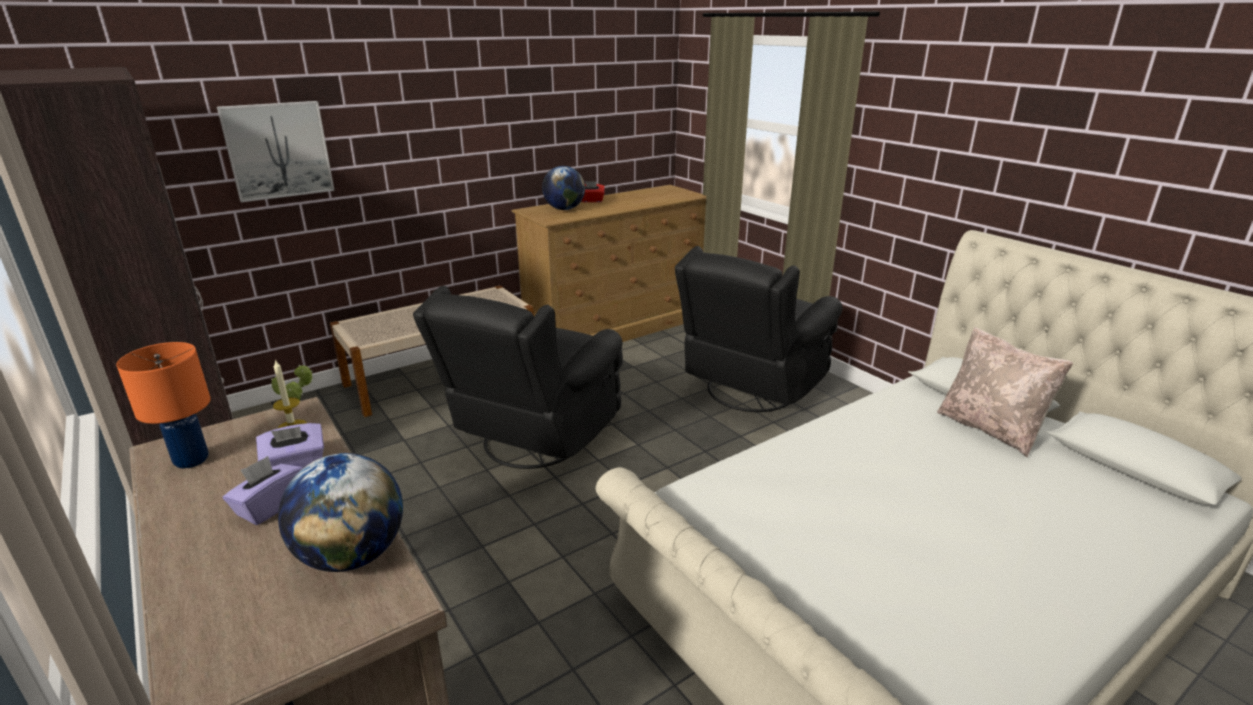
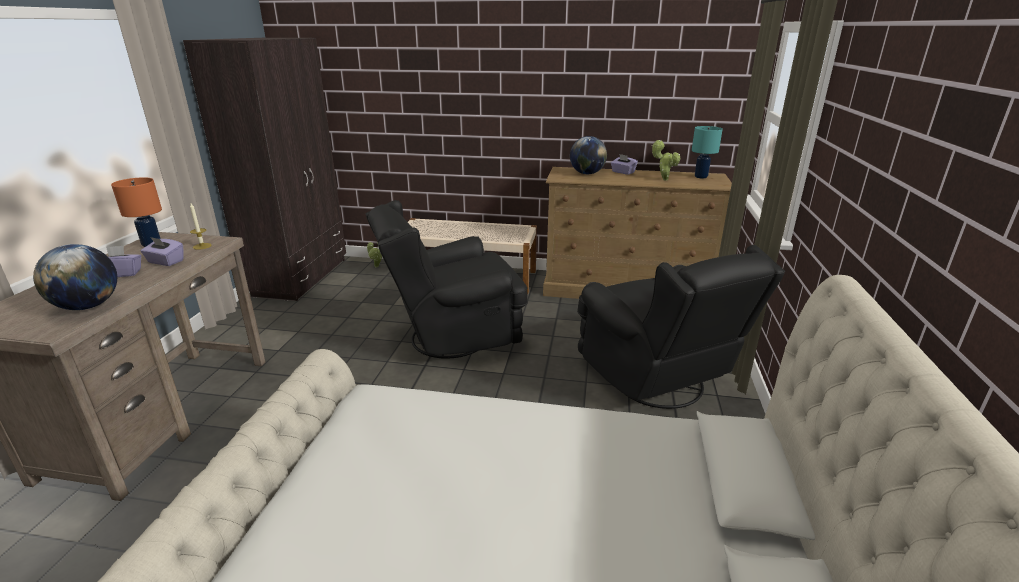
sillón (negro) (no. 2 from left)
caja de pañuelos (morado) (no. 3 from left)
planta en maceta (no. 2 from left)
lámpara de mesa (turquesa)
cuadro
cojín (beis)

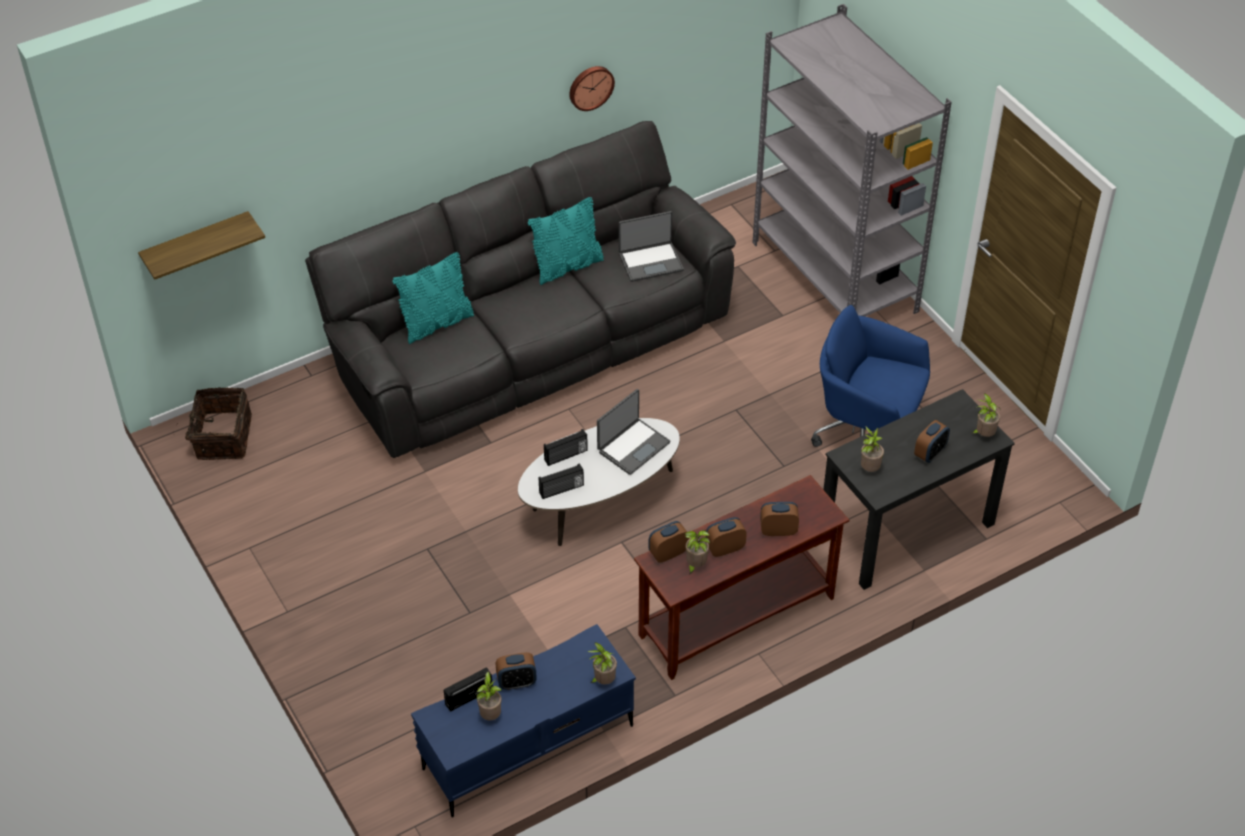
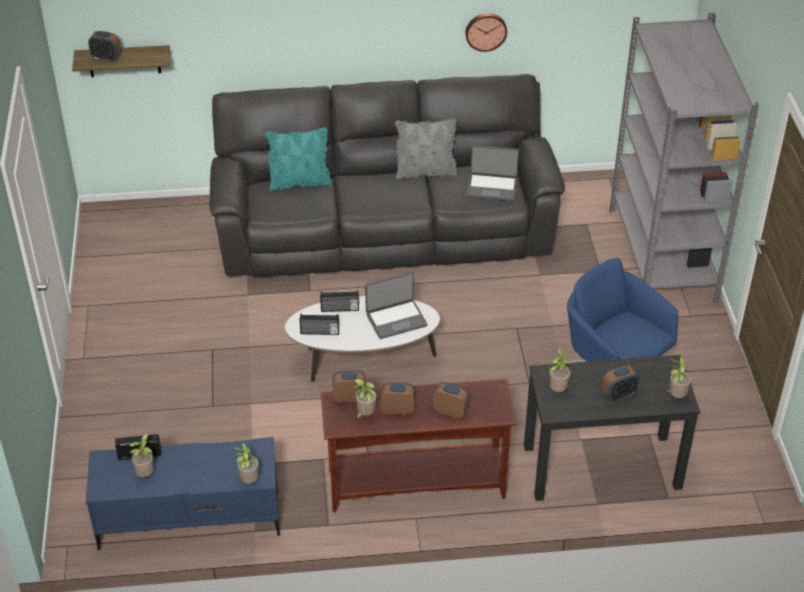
despertador (no. 1 from left)
cojín (gris)
cesta

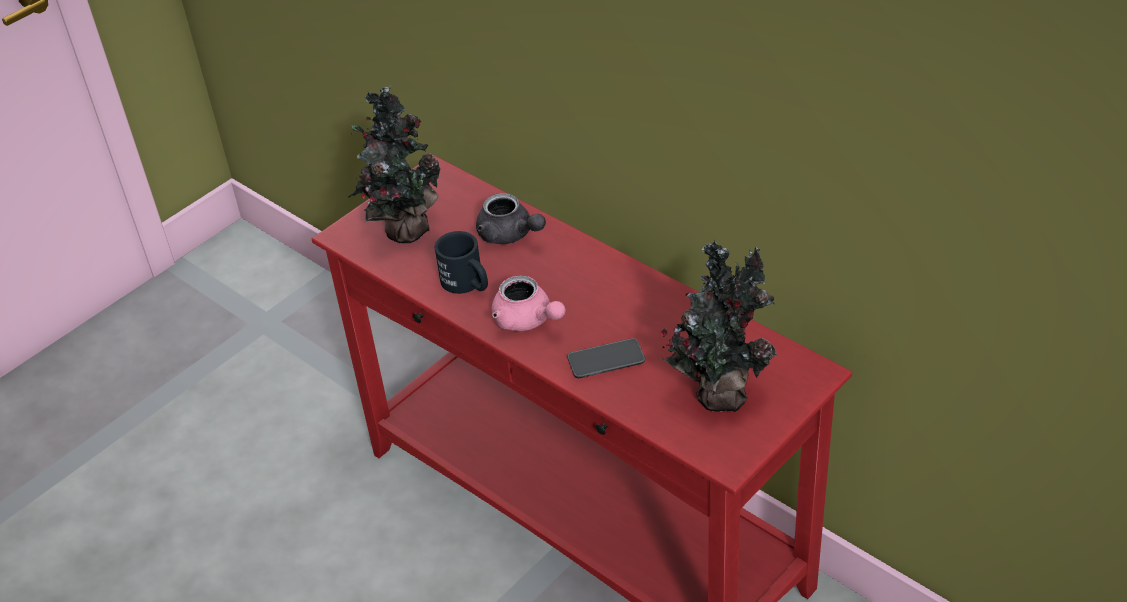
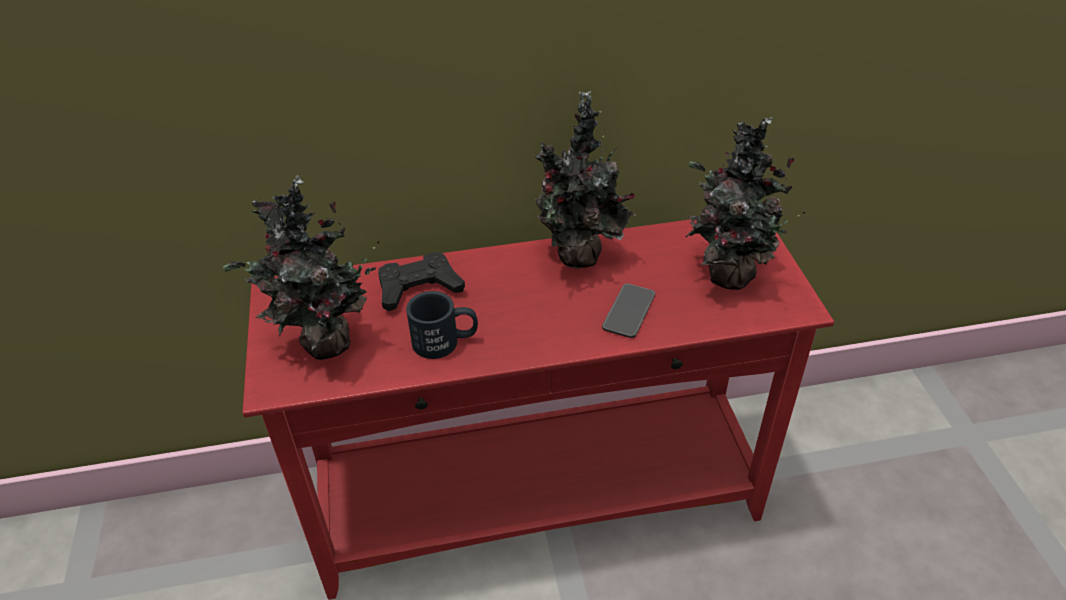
mando de consola (negro)
planta en maceta (no. 2 from left)
tetera (rosa)

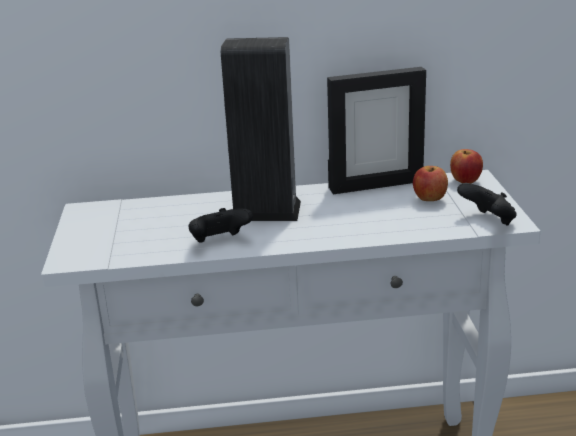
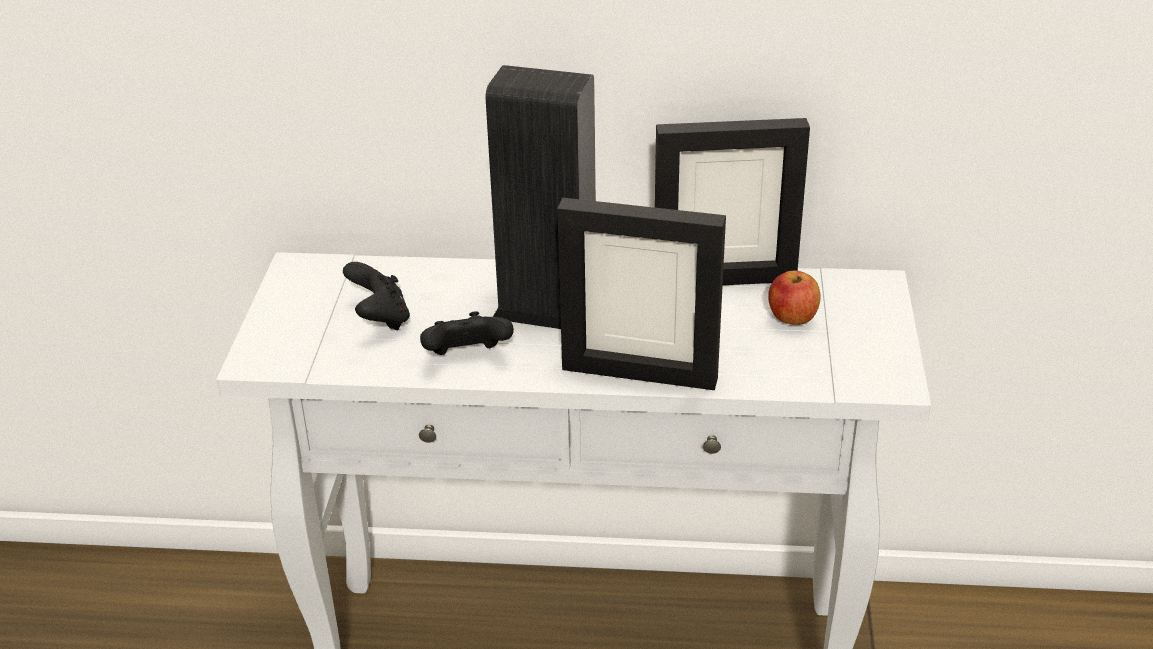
mando de consola (negro) (no. 1 from left)
portarretratos (no. 1 from left)
manzana (no. 2 from left in the first image)

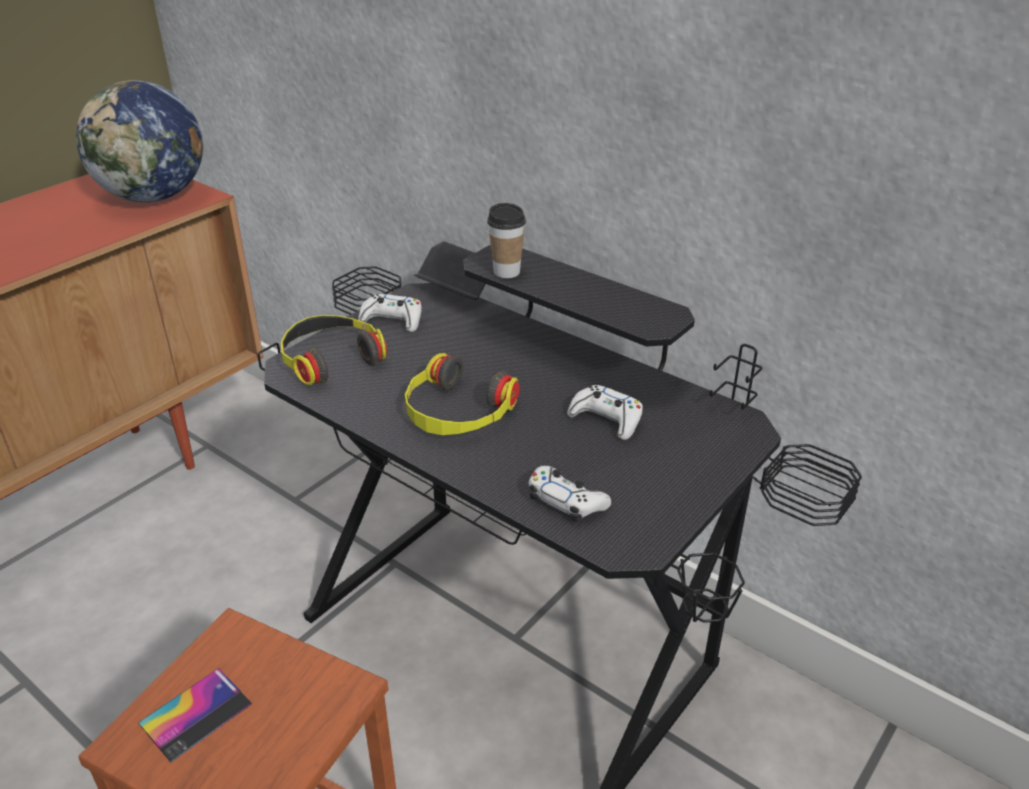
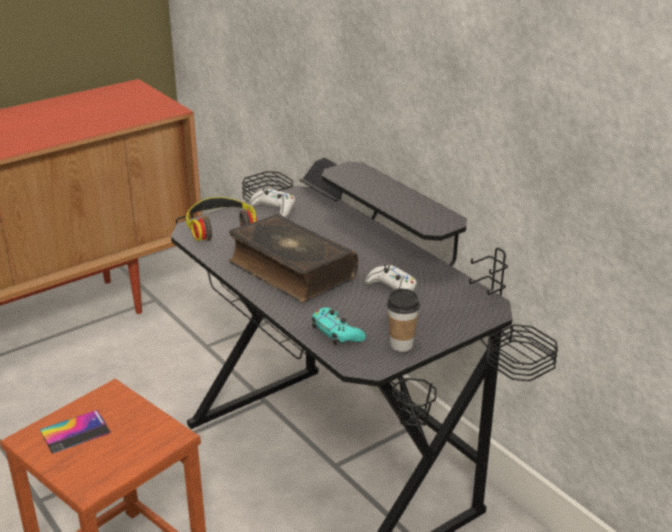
libro
mando de consola (turquesa)
taza
globo terráqueo

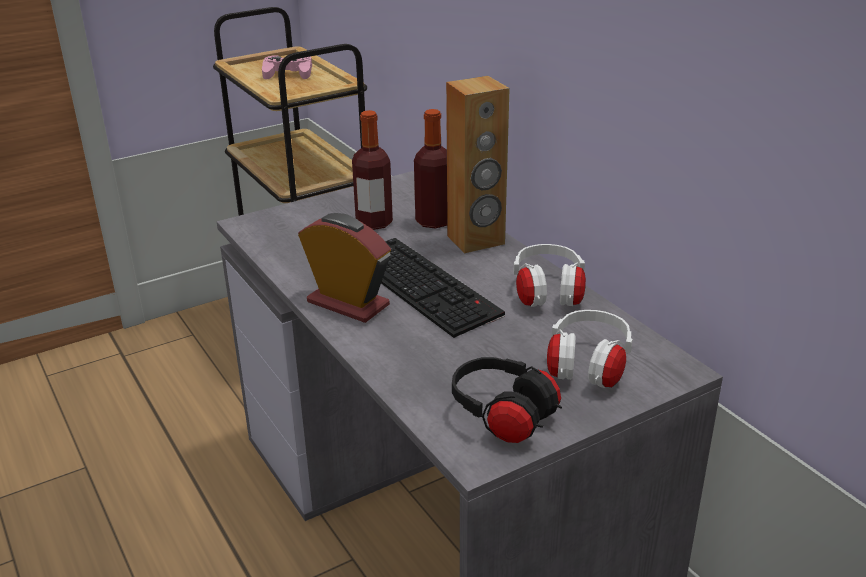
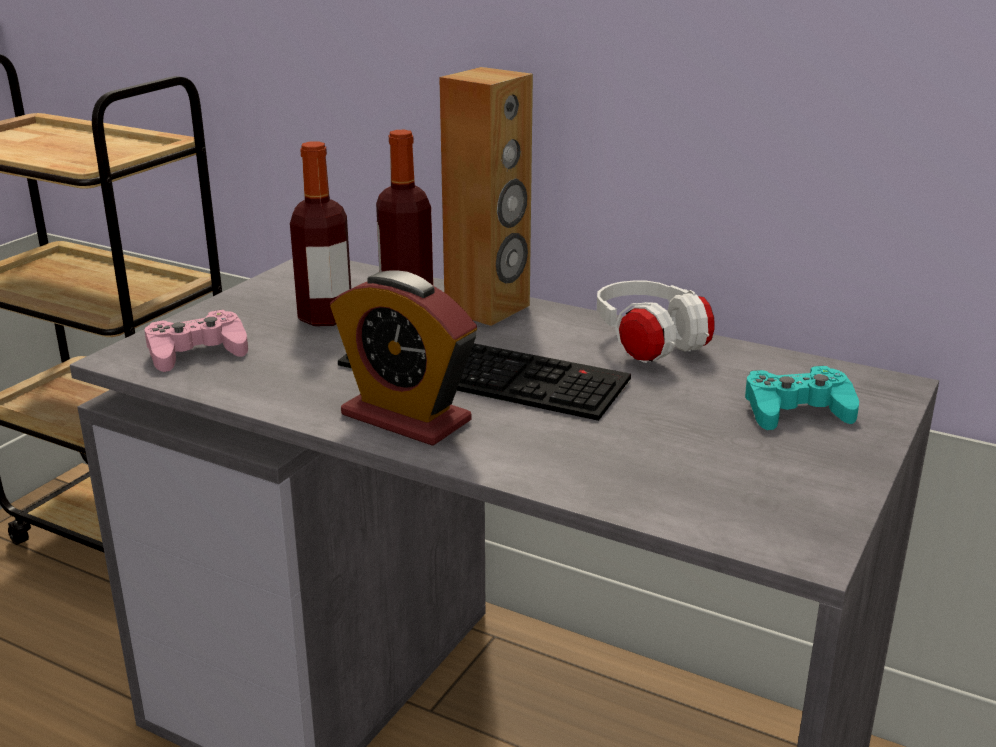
mando de consola (rosa)
despertador
mando de consola (turquesa)
auriculares (negro)

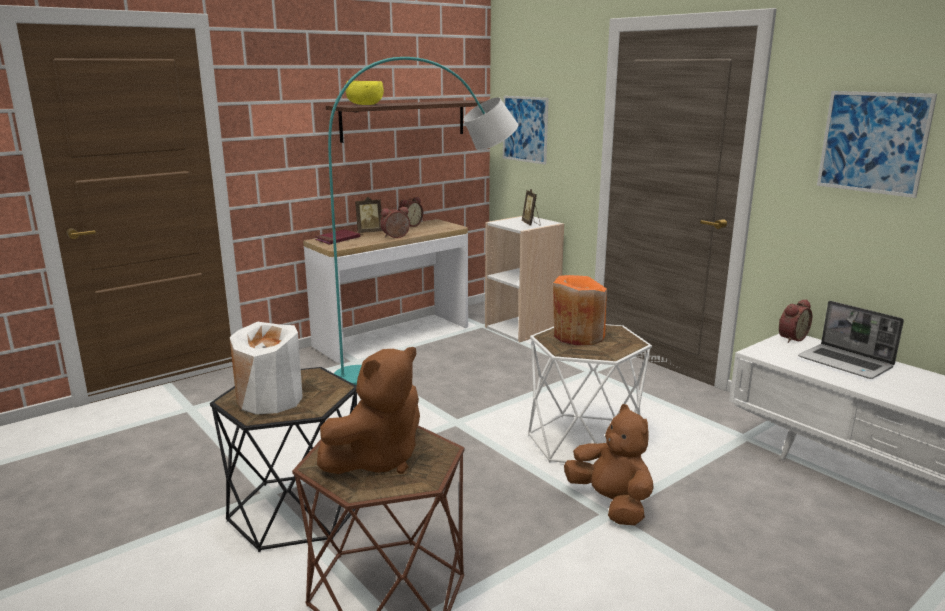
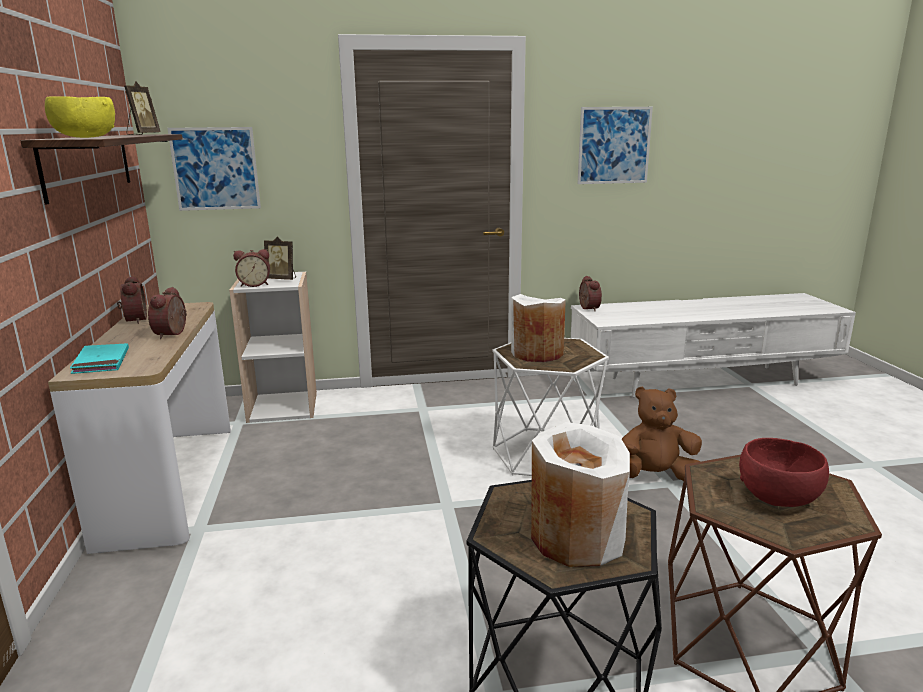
libro (turquesa)
portarretratos (no. 1 from left)
despertador (no. 3 from left)
florero (blanco) (no. 1 from left)
cuenco (rojo)
lámpara de pie (turquesa)
portátil

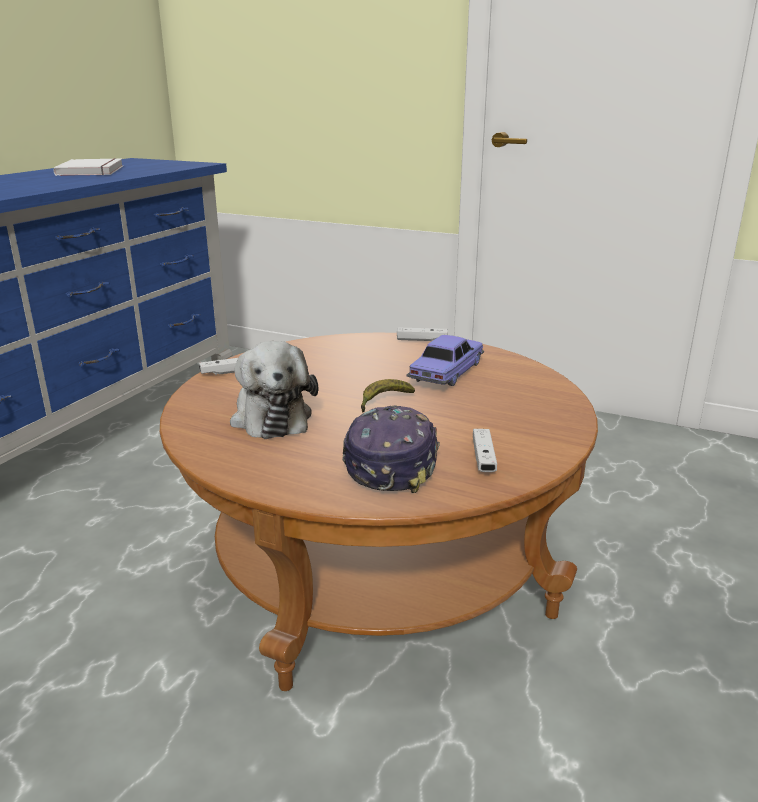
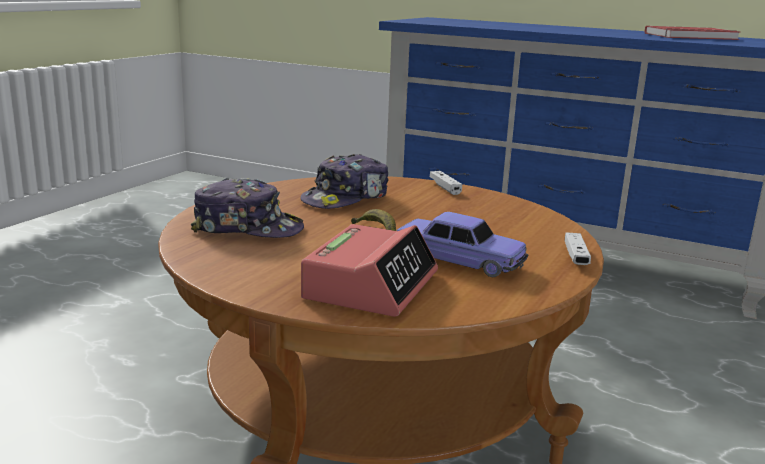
gorra (no. 2 from left)
despertador
libro (rojo)
mando de consola (blanco) (no. 3 from left in the first image)

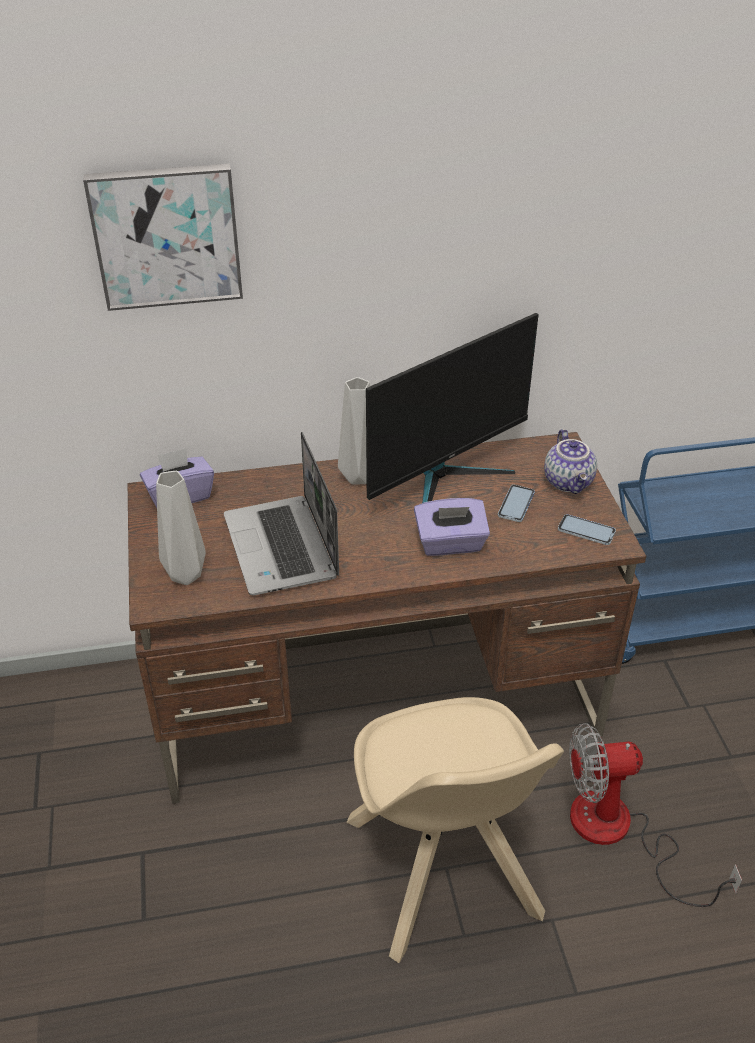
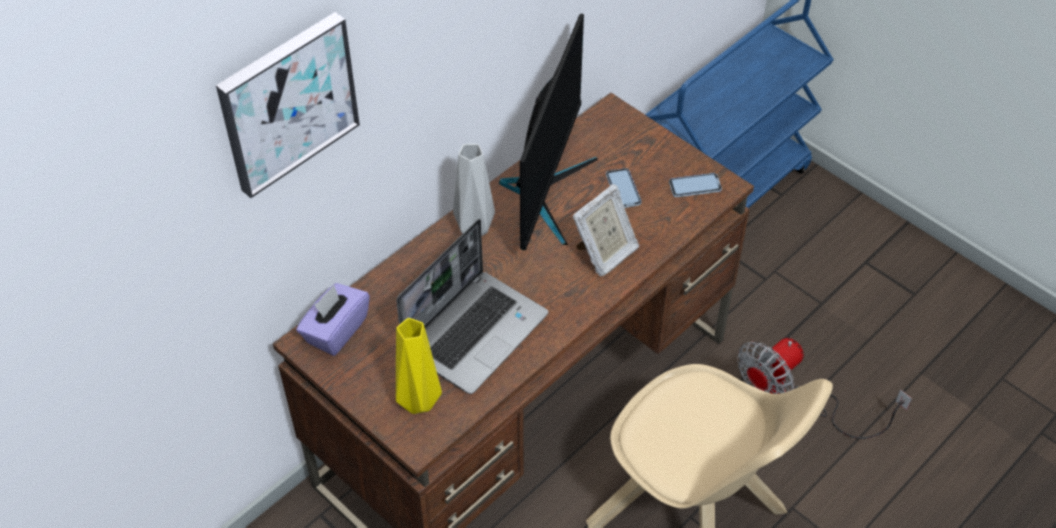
portátil
florero (amarillo)
portarretratos
tetera

